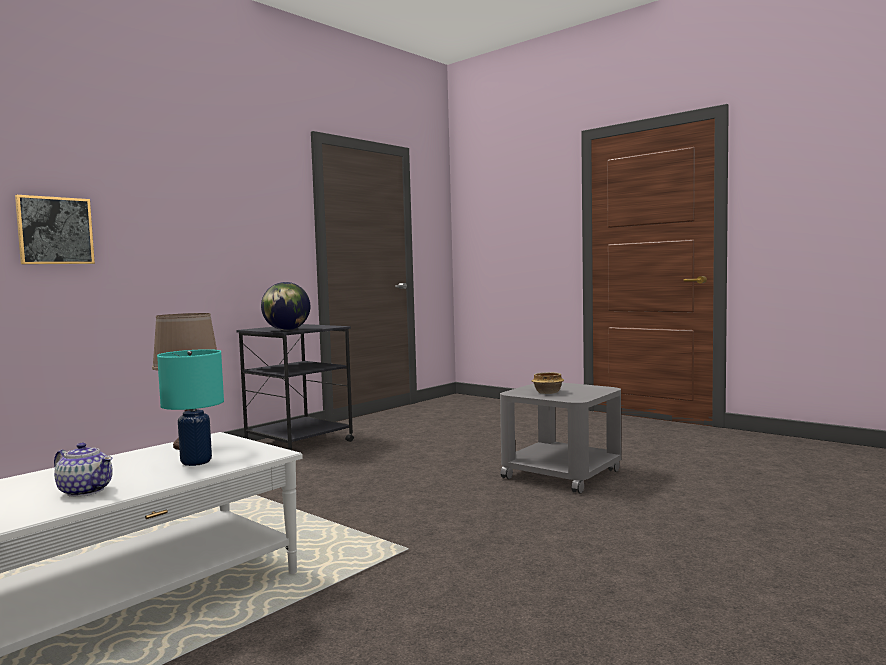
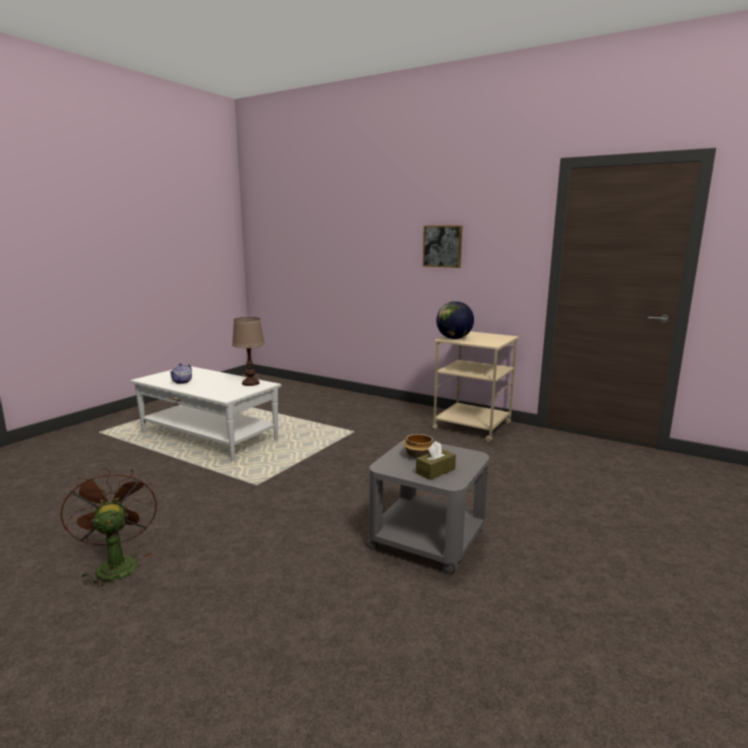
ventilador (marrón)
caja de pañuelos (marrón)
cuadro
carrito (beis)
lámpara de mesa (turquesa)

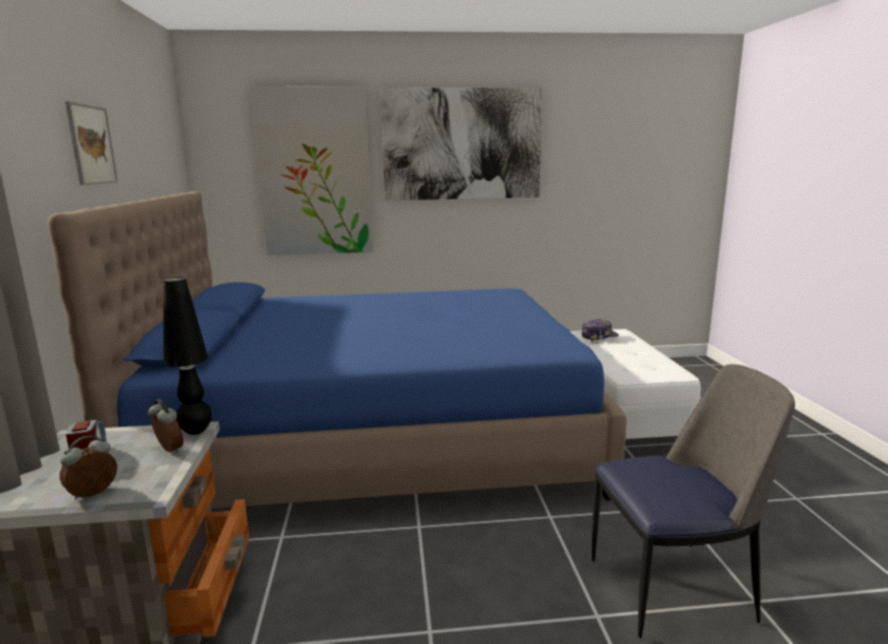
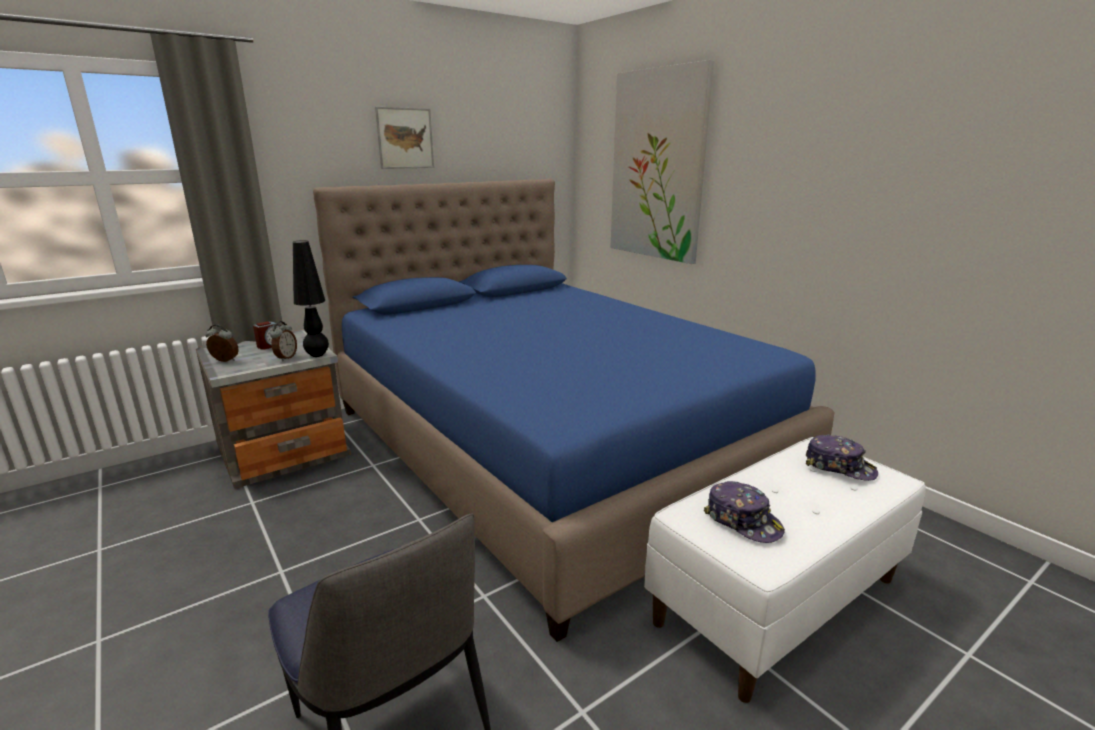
gorra (no. 1 from left)
cuadro (no. 3 from left in the first image)

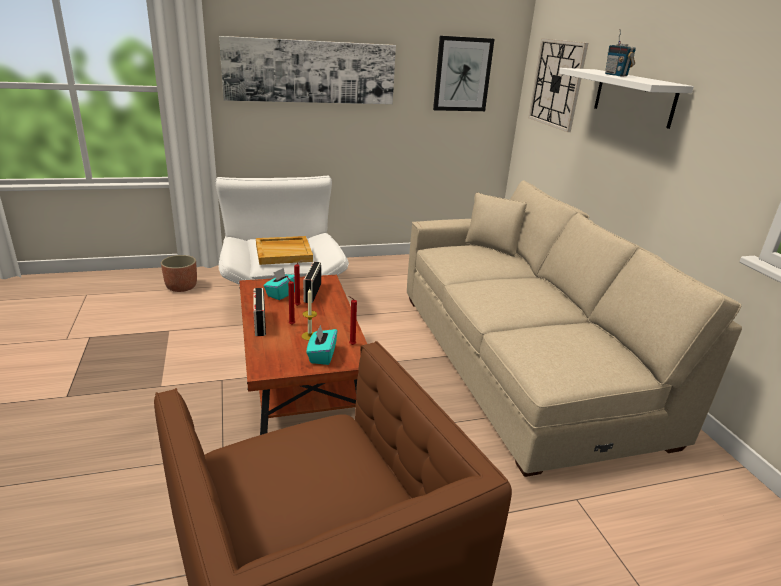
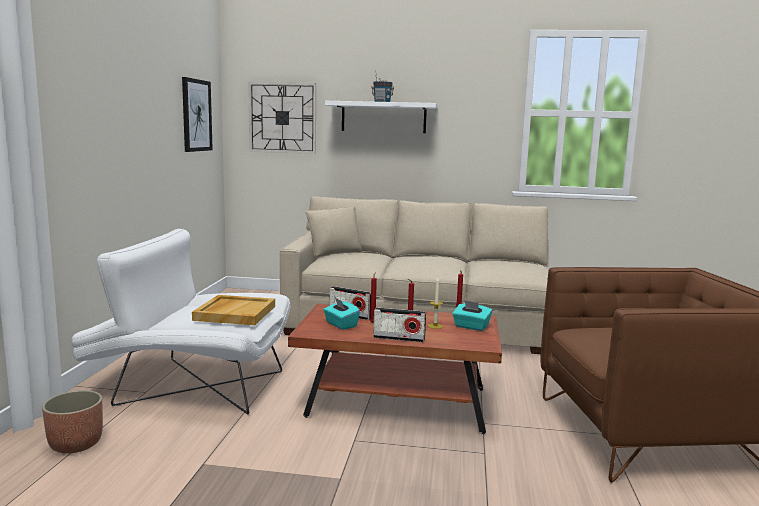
cuadro (no. 1 from left in the first image)

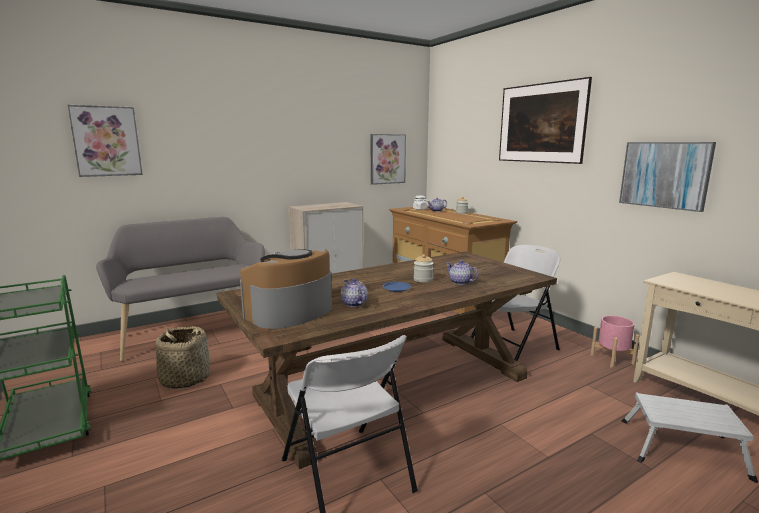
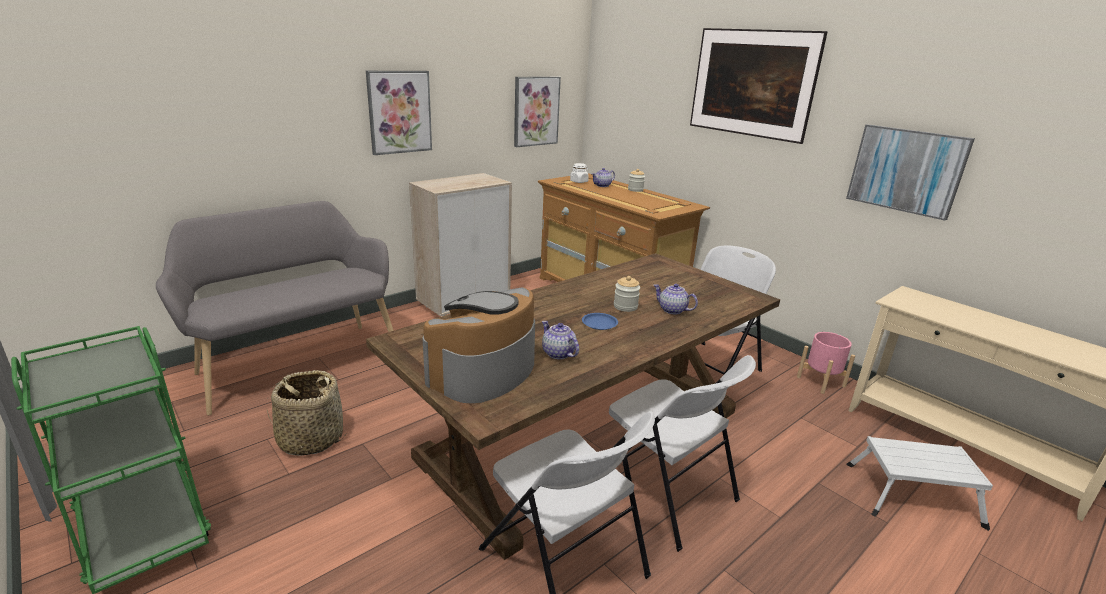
cuadro (no. 1 from left)
silla (blanco) (no. 2 from left)

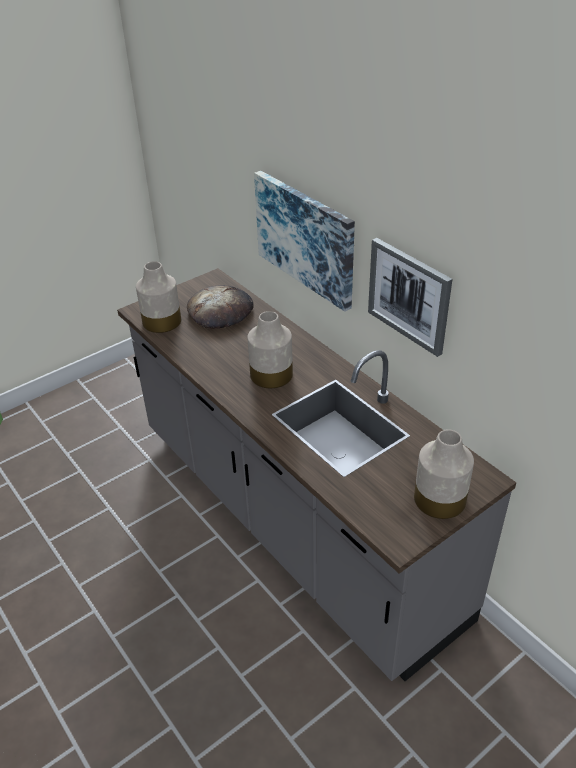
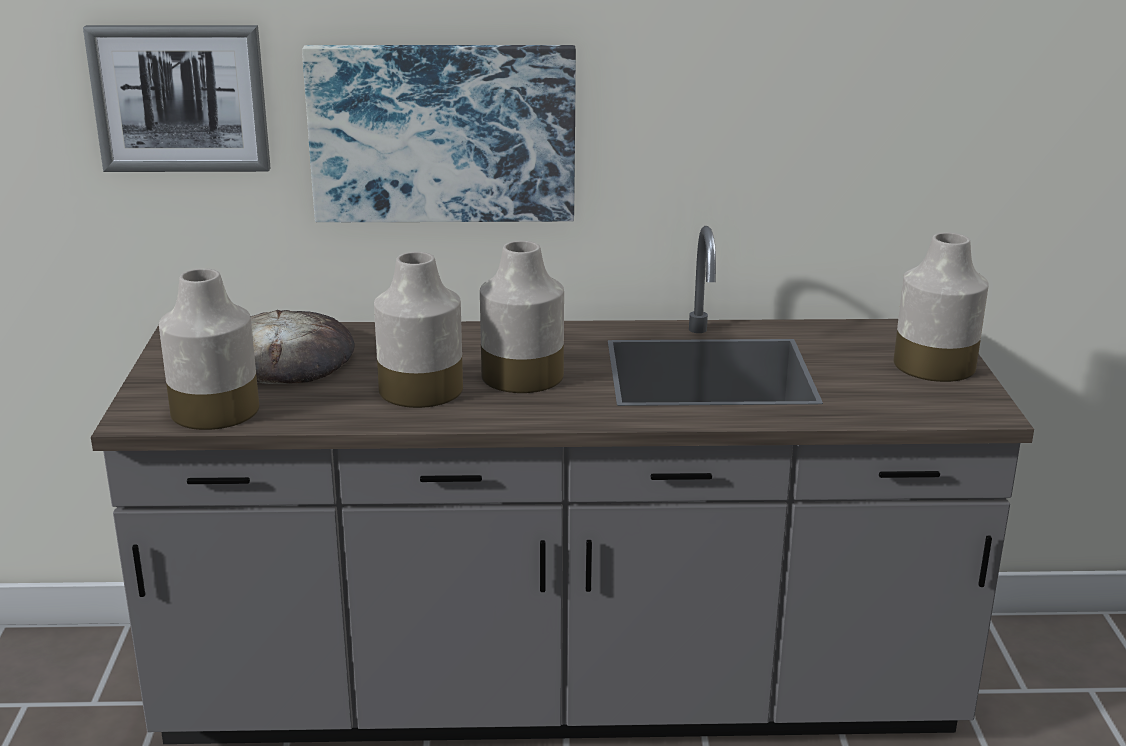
cuadro (no. 1 from left)
florero (beis) (no. 2 from left)

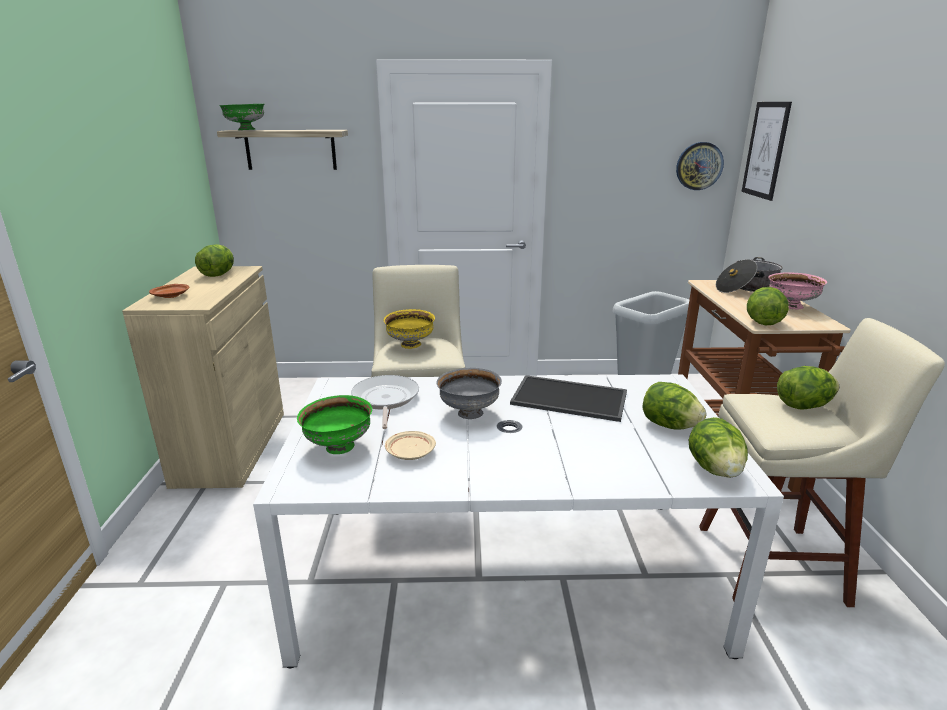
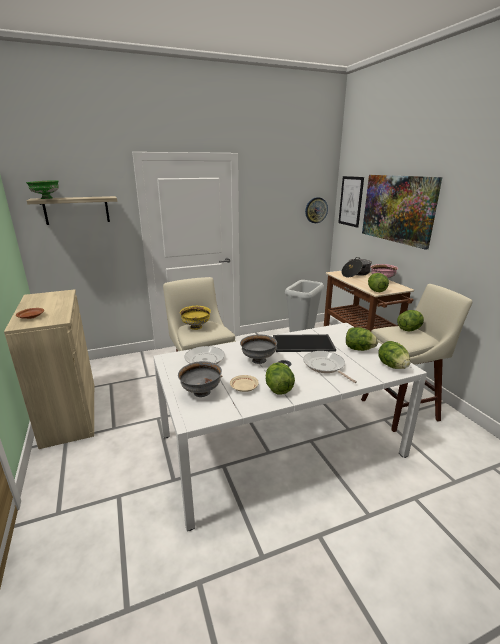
cuenco (gris) (no. 1 from left)
lechuga (no. 1 from left)
sartén (no. 2 from left)
cuadro (no. 2 from left)

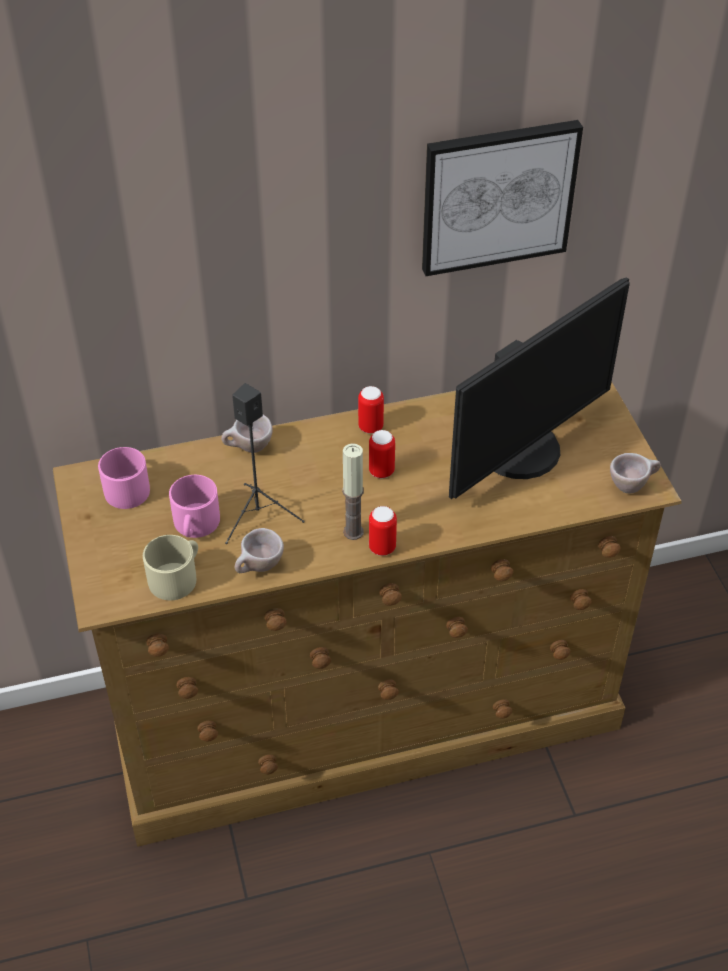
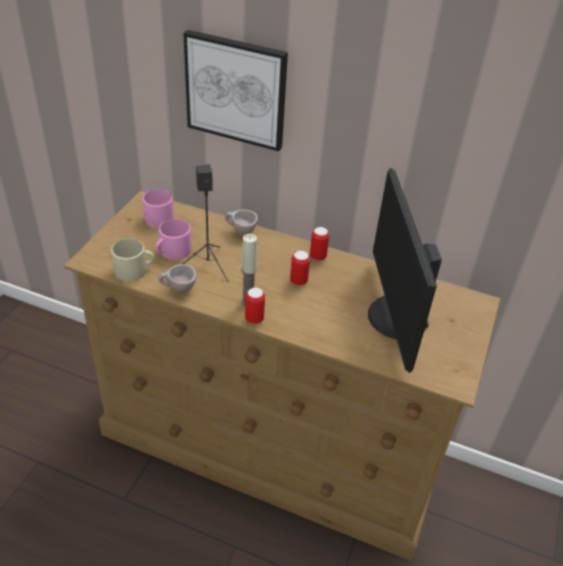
cuadro
monitor
taza (beis) (no. 3 from left in the first image)

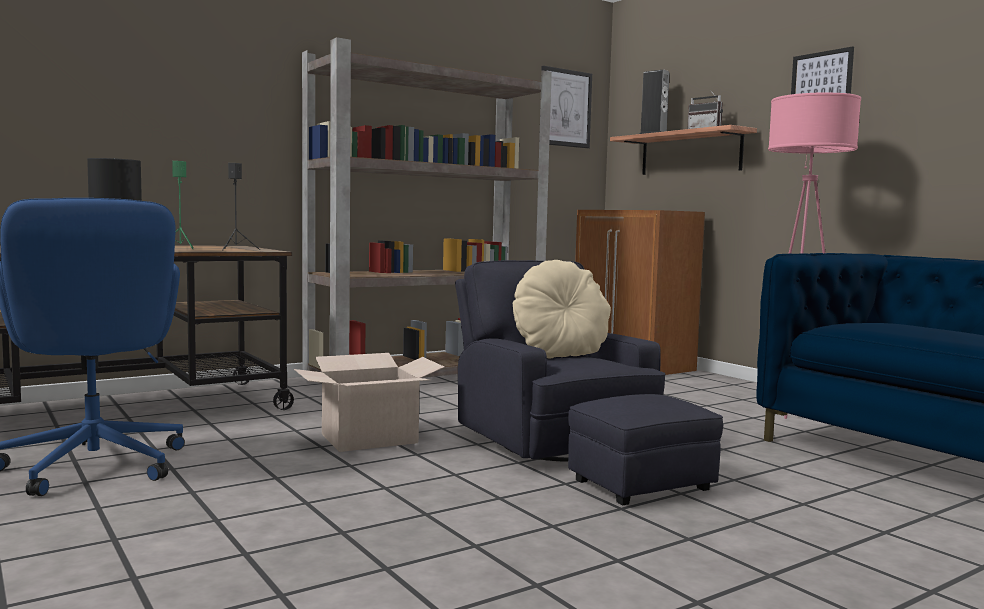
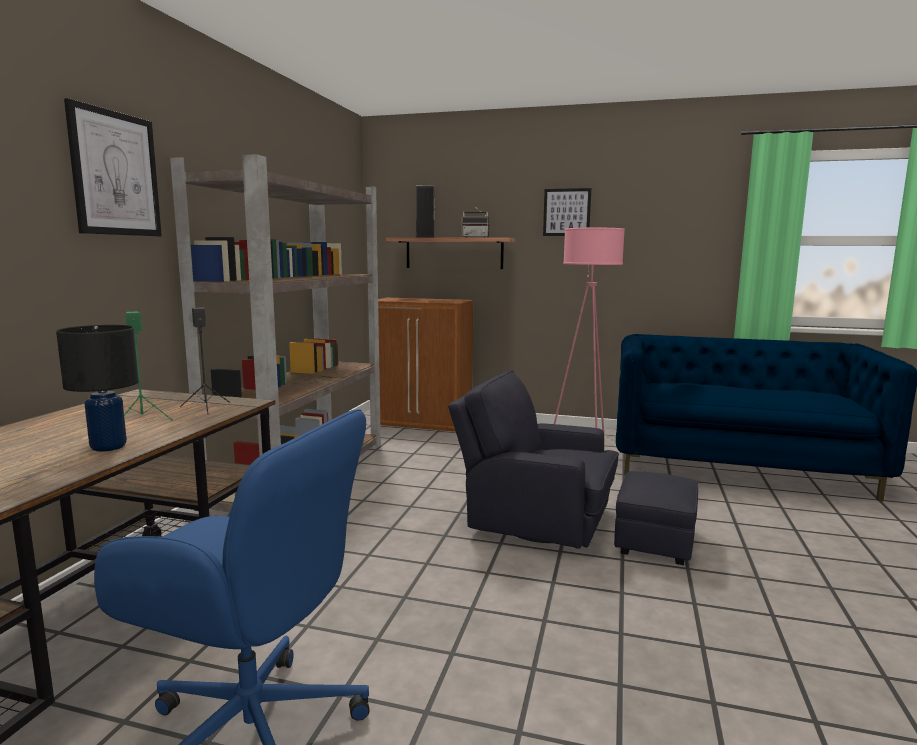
cuadro (no. 1 from left)
caja de cartón
cojín (beis)

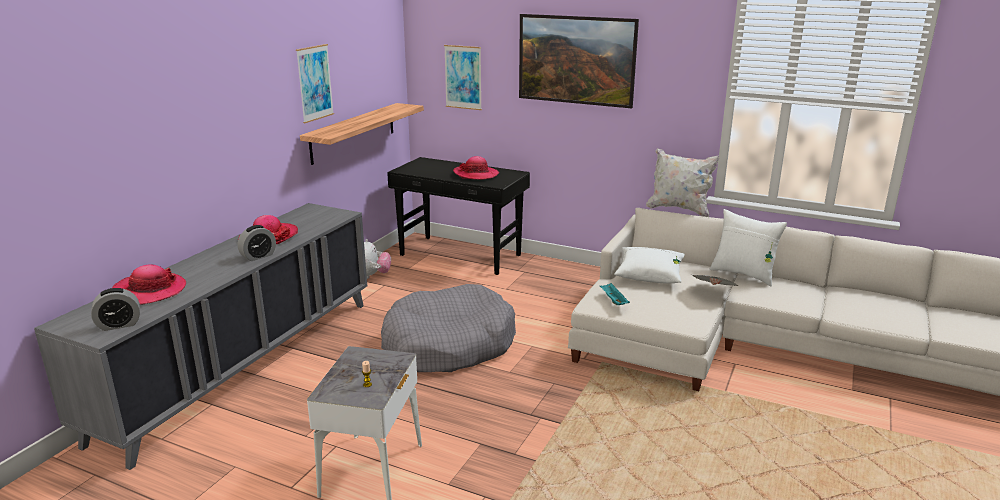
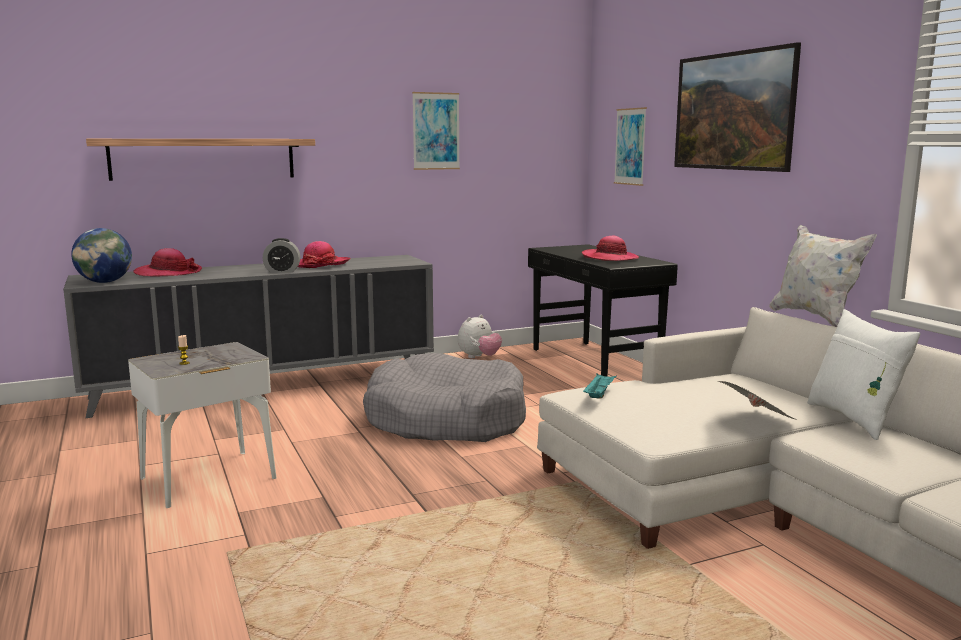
globo terráqueo
estante
cojín (blanco) (no. 1 from left in the first image)

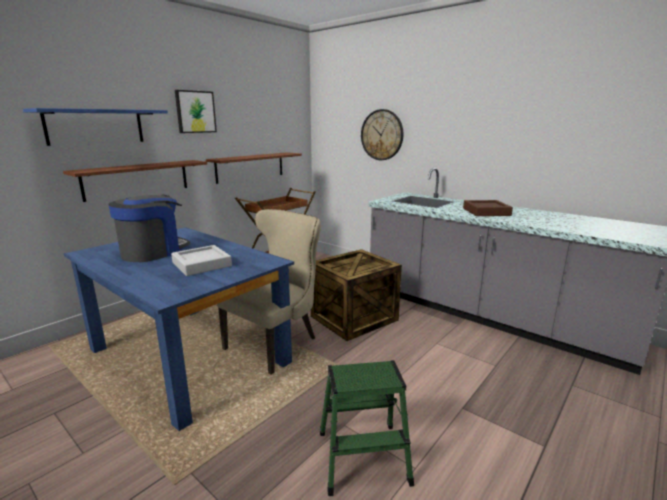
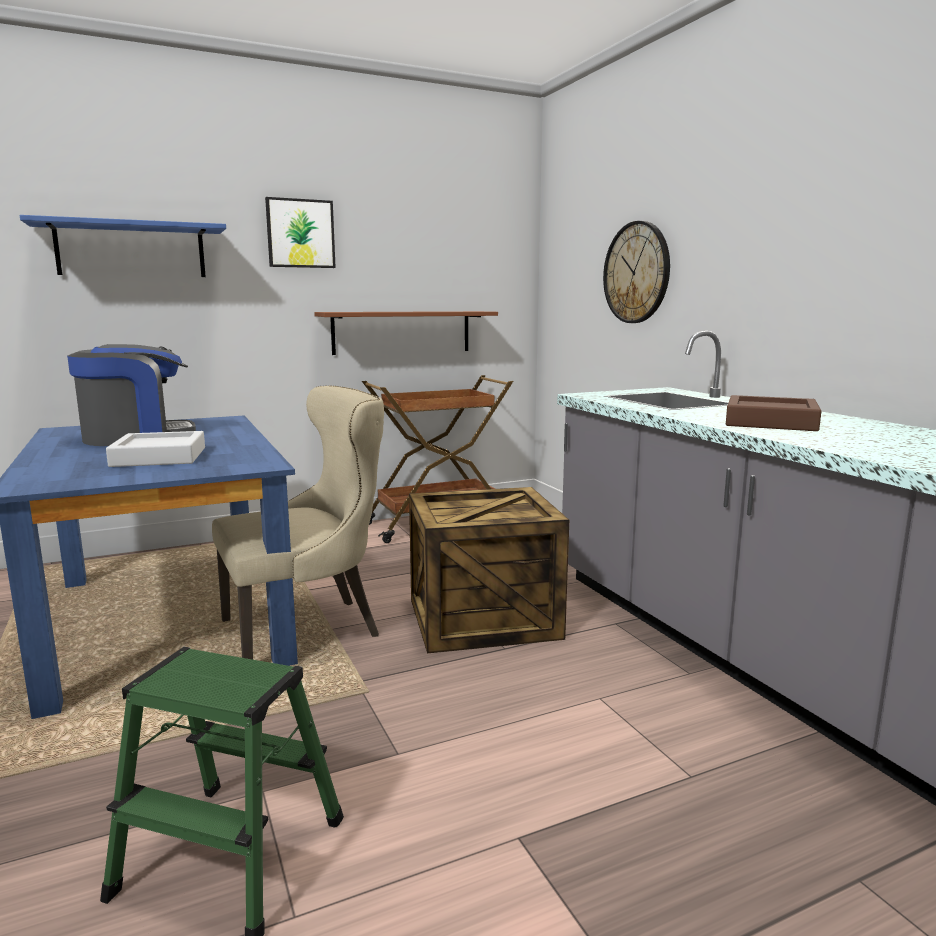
estante (marrón) (no. 1 from left in the first image)

